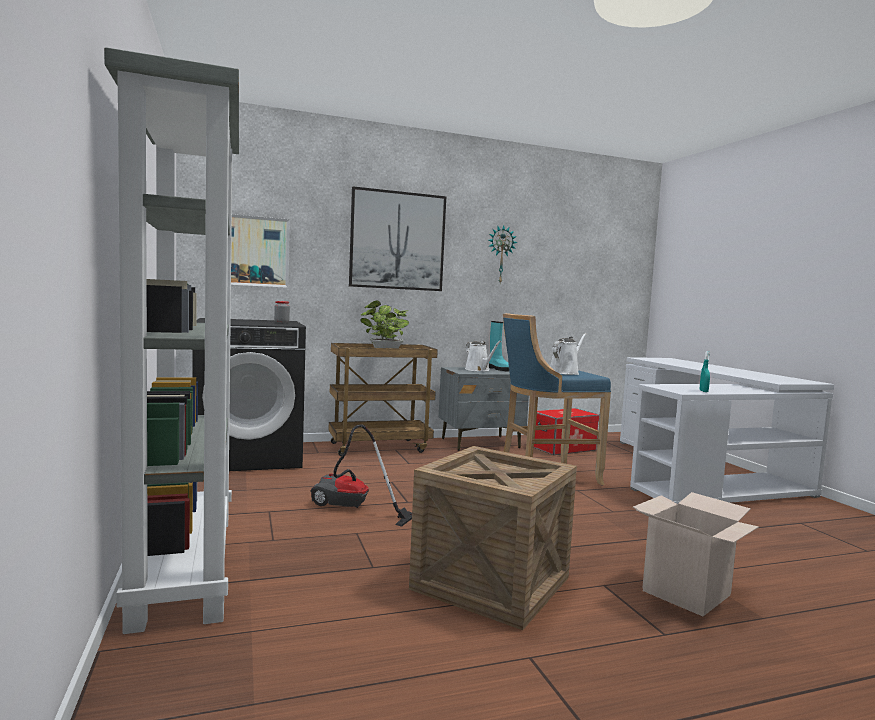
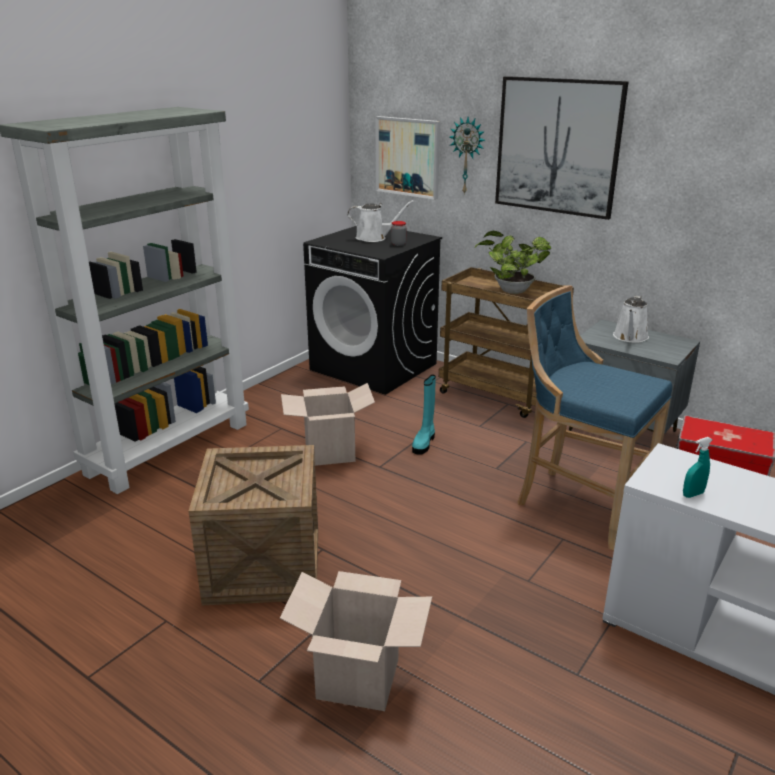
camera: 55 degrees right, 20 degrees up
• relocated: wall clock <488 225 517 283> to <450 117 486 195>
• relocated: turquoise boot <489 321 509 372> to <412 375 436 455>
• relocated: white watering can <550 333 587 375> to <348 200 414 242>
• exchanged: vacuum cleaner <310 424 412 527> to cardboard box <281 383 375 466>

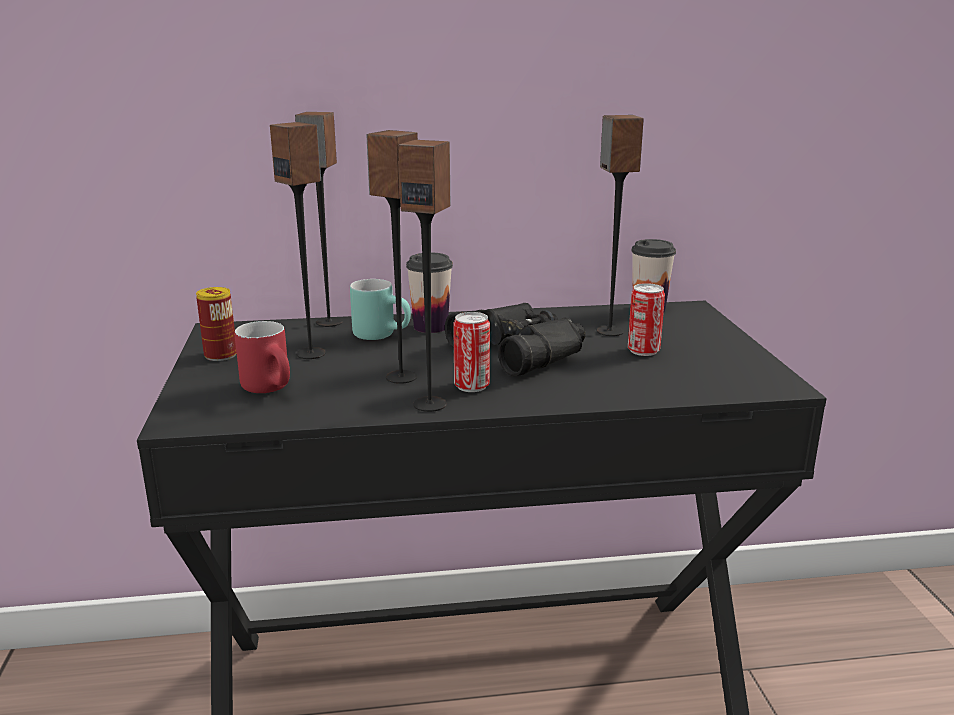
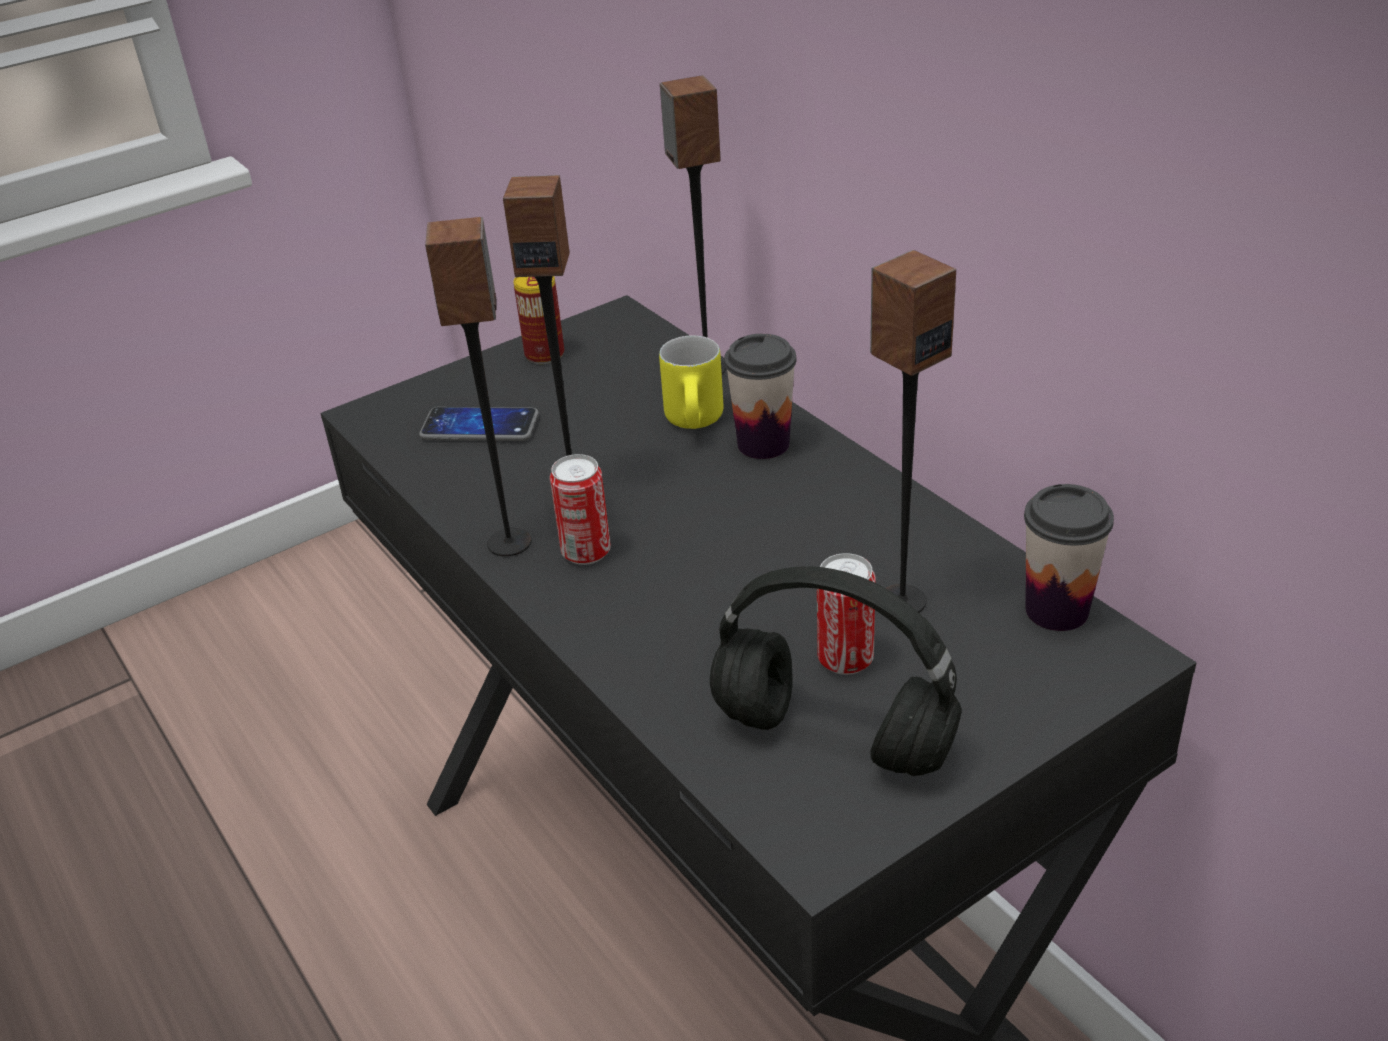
camera: 65 degrees right, 15 degrees up
• missing: speaker <270 122 326 359>
• colour: turquoise mug <350 279 411 340> to yellow mug <659 336 723 429>
• missing: black binoculars <445 303 585 377>
• exchanged: red mug <235 321 290 393> to phone <419 407 539 441>
• appeared: black headphones <710 566 962 776>

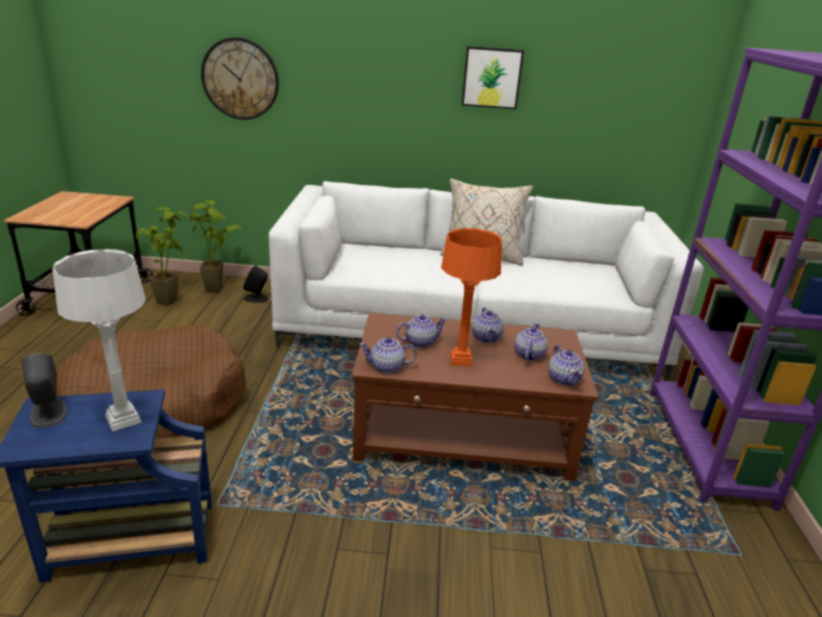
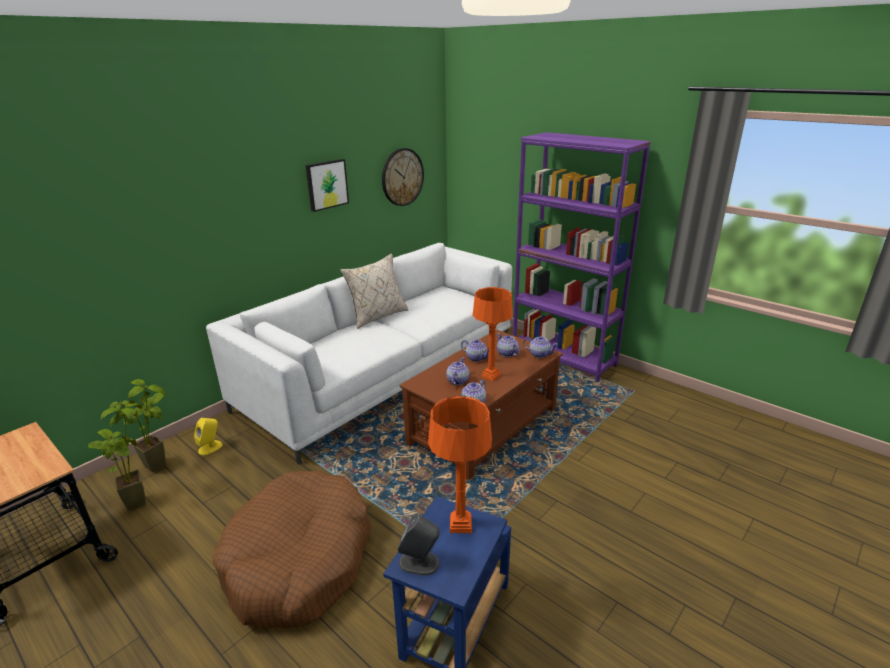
camera: 50 degrees left, 0 degrees up
• relocated: wall clock <201 37 279 120> to <382 148 424 206>
• colour: white table lamp <52 249 146 432> to orange table lamp <428 396 492 533>
• colour: black speaker <243 265 268 303> to yellow speaker <194 418 223 455>

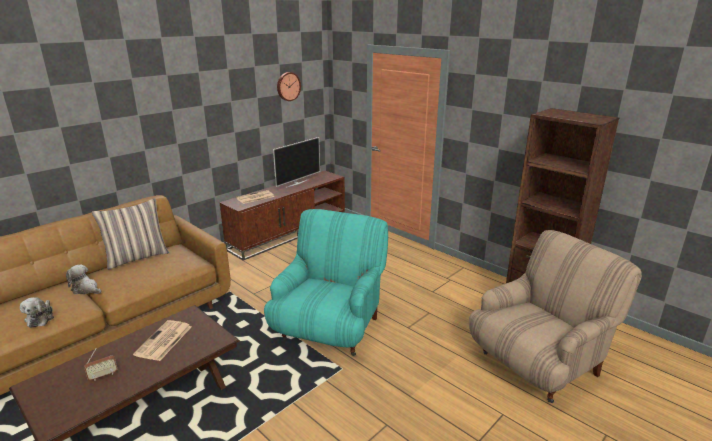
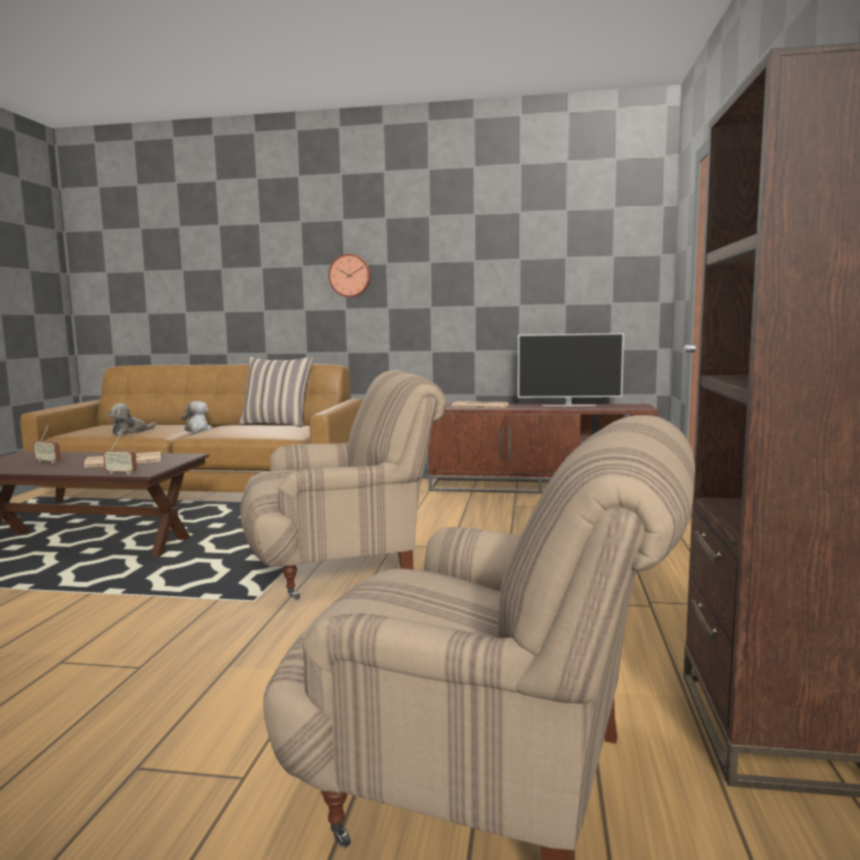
camera: 55 degrees right, 15 degrees down
• relocated: wall clock <277 72 301 101> to <328 254 371 298>
• colour: turquoise armchair <264 209 388 356> to beige armchair <240 370 446 600>
• appeared: radio <103 433 137 474>

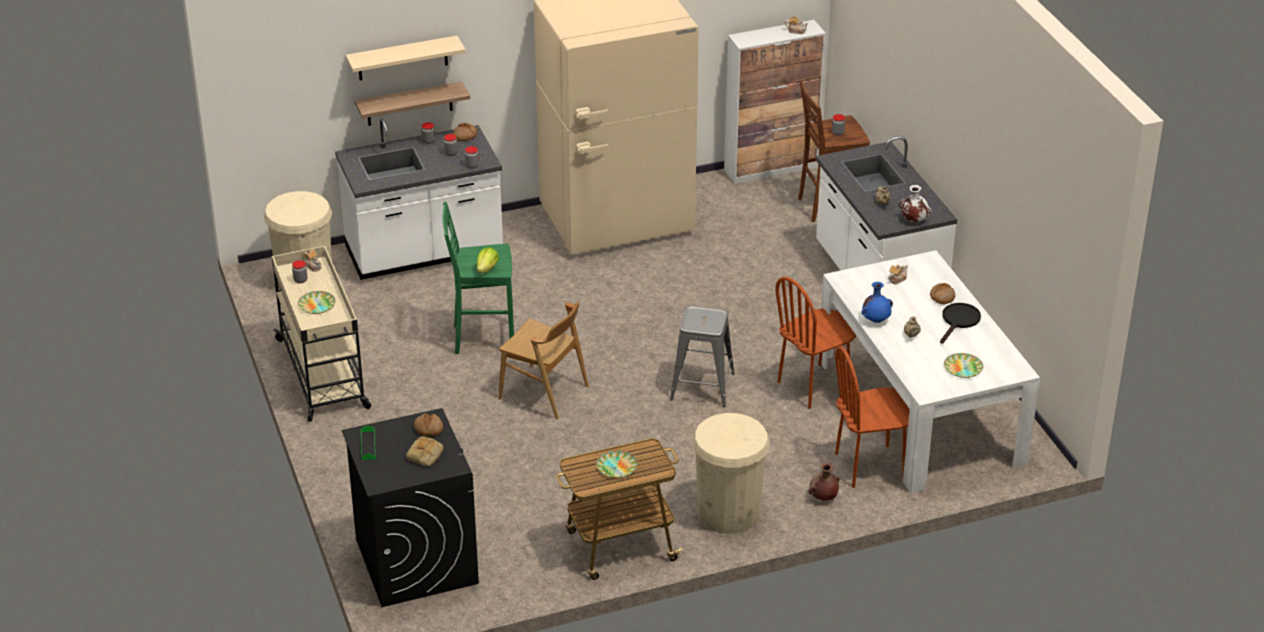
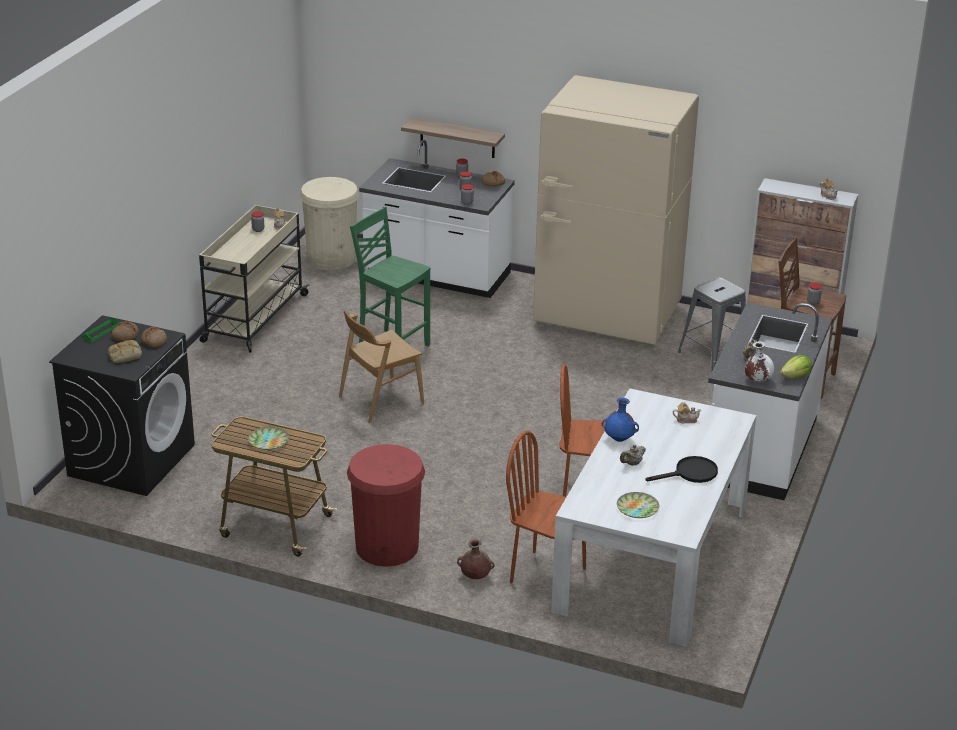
camera: 40 degrees right, 5 degrees down
• missing: beige shelf <346 36 466 81>
• relocated: lettuce <477 247 499 273> to <780 355 812 378>
• relocated: bread <930 283 955 304> to <112 321 139 341>
• missing: plate <298 291 336 314>
• spun: brown chair <499 303 589 419> = <339 311 424 423> 75 degrees clockwise
• relocated: grey stool <670 306 735 407> to <678 277 746 370>
• colour: beige trash can <692 413 770 534> to red trash can <347 444 425 567>

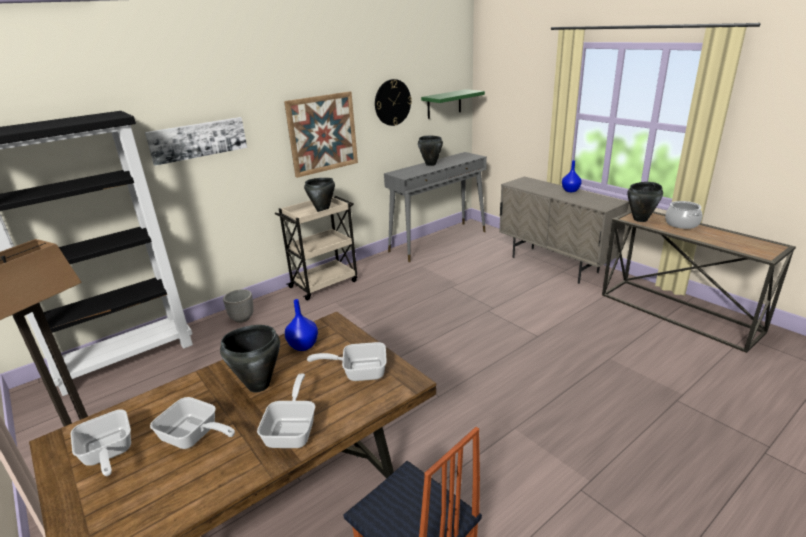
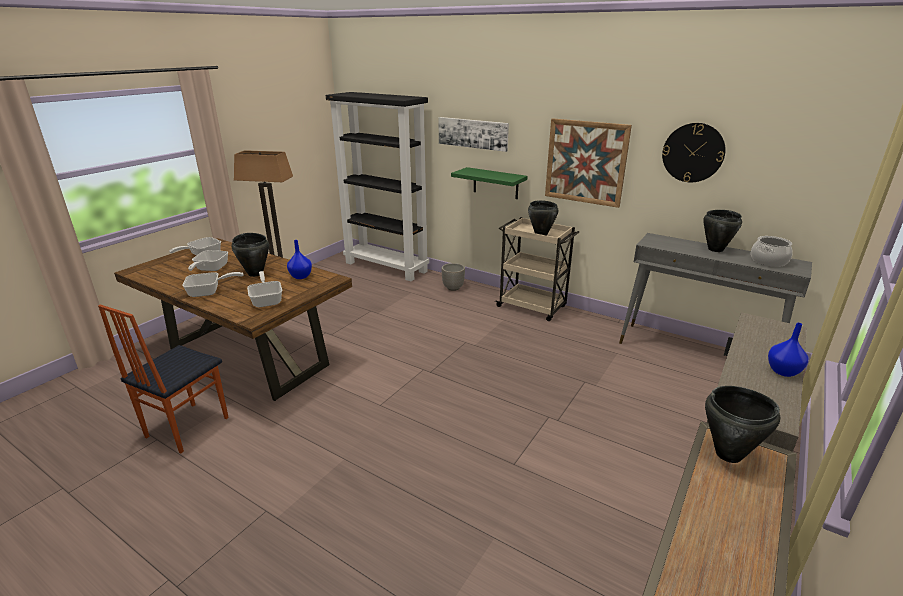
camera: 70 degrees right, 0 degrees up
• relocated: green shelf <421 89 485 119> to <451 167 527 199>
• relocated: cooking pot <665 201 702 229> to <751 236 793 267>

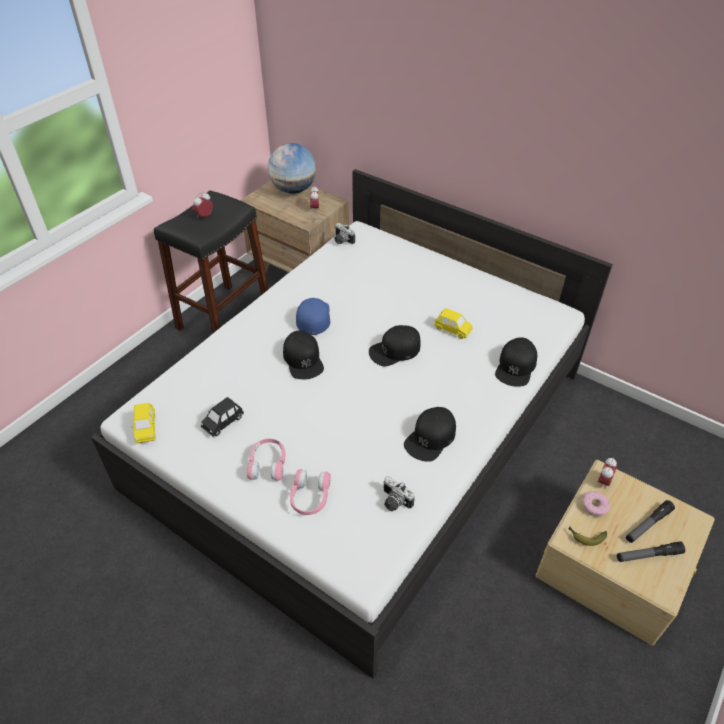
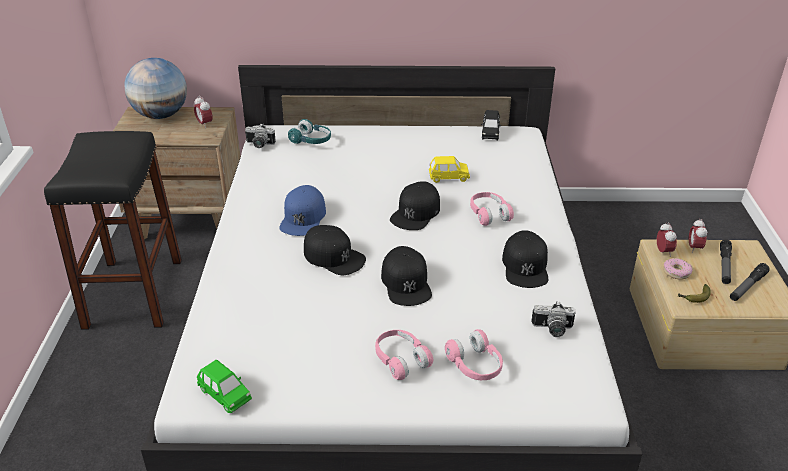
camera: 35 degrees left, 10 degrees down
• relocated: alarm clock <193 192 213 217> to <689 219 707 253>
• spun: blue cap <296 298 330 335> = <279 185 326 236> 135 degrees counterclockwise
• relocated: black cap <495 337 537 387> to <381 246 432 306>
• relocated: black toy car <201 397 244 437> to <481 110 501 140>
• colour: yellow toy car <131 403 156 444> to green toy car <197 360 252 413>
• appeared: turquoise headphones <288 119 331 144>
• appeared: pink headphones <470 192 514 226>

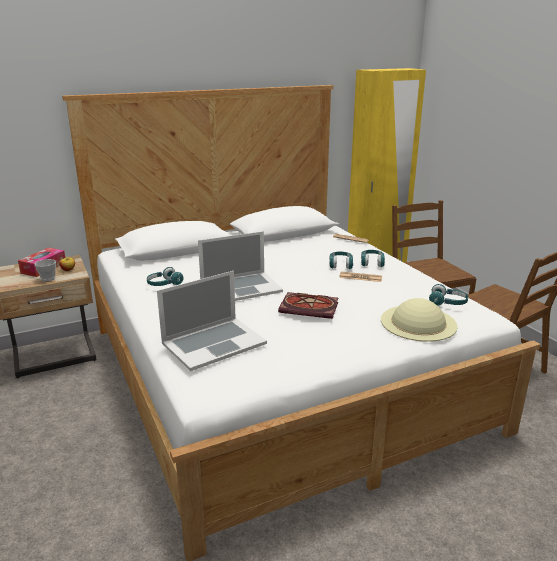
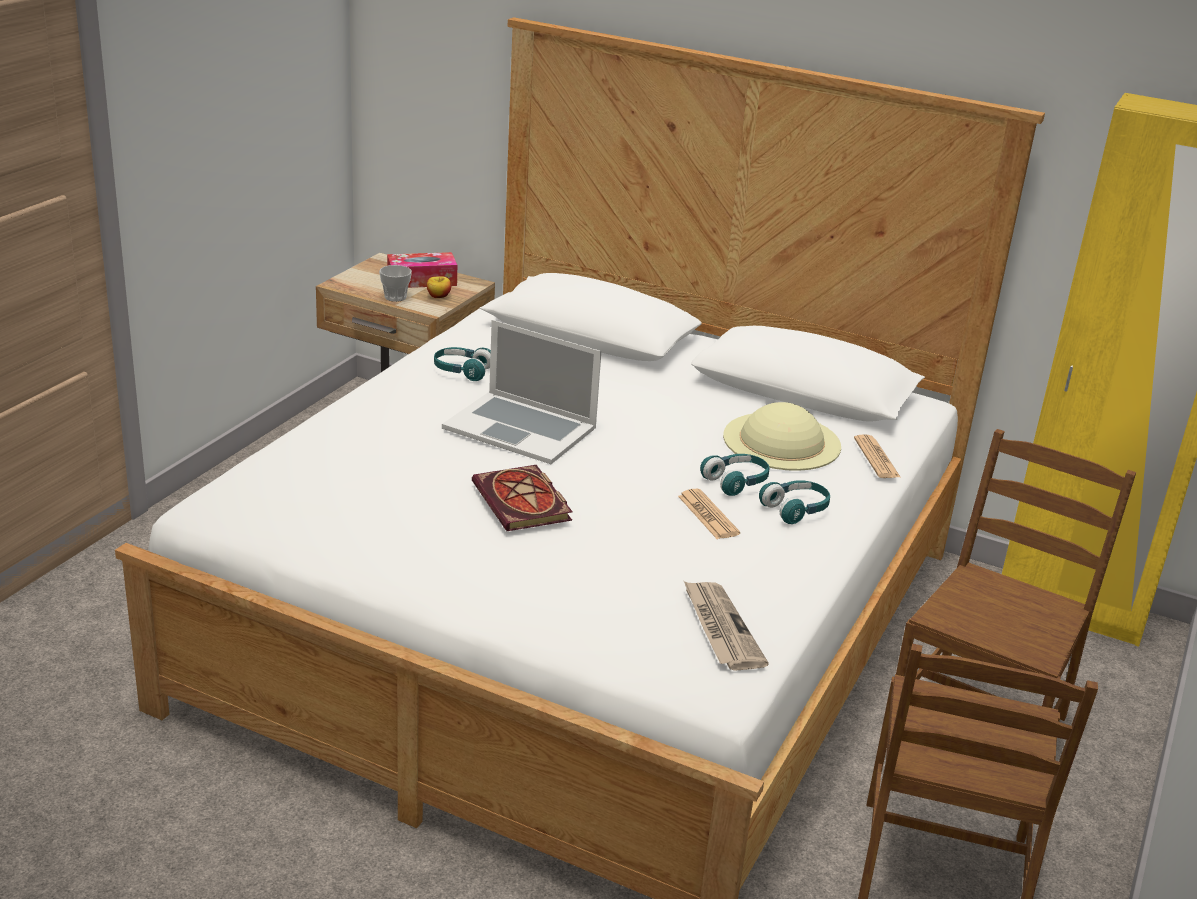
camera: 50 degrees right, 5 degrees up
• missing: laptop <157 271 267 371>
• exchanged: turquoise headphones <429 284 468 306> to newspaper <684 581 769 671>
• relocated: beige hat <381 298 458 342> to <723 402 841 471>

